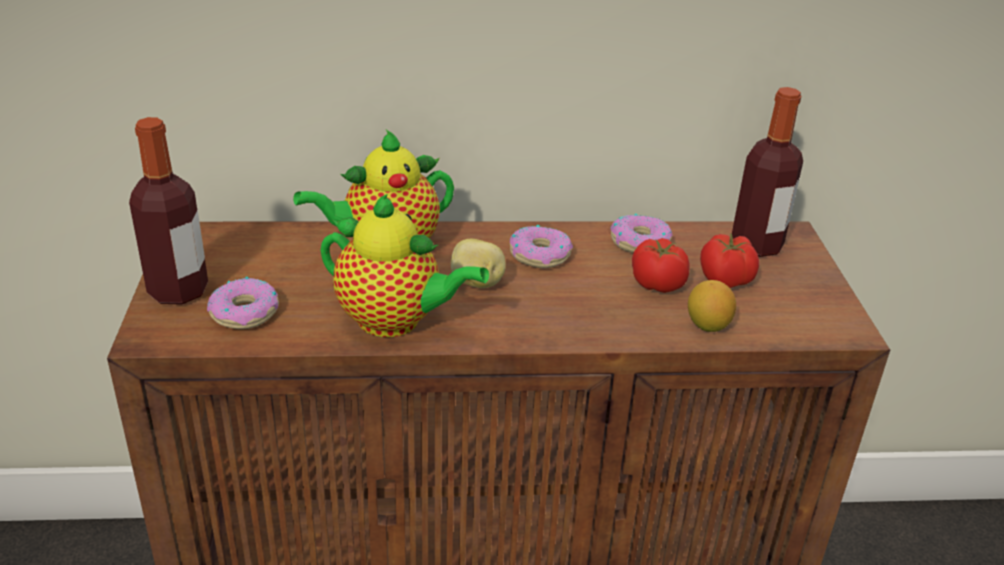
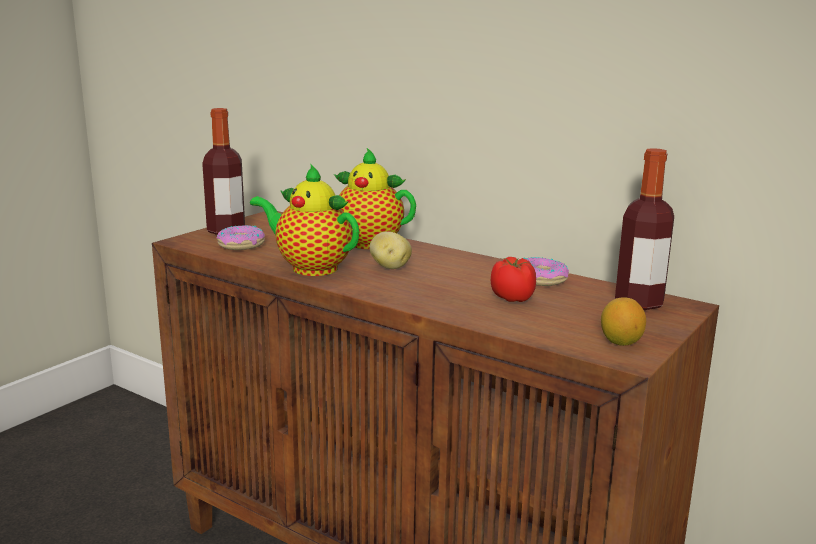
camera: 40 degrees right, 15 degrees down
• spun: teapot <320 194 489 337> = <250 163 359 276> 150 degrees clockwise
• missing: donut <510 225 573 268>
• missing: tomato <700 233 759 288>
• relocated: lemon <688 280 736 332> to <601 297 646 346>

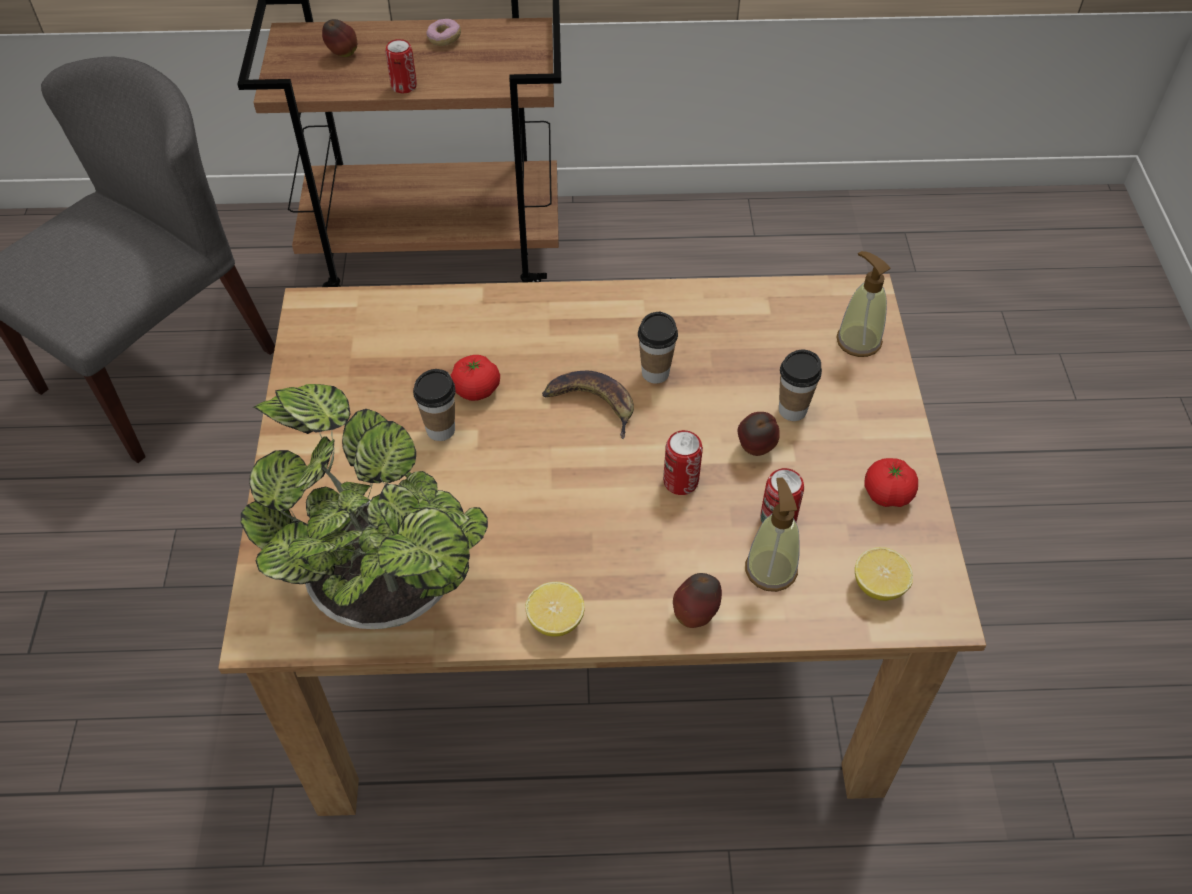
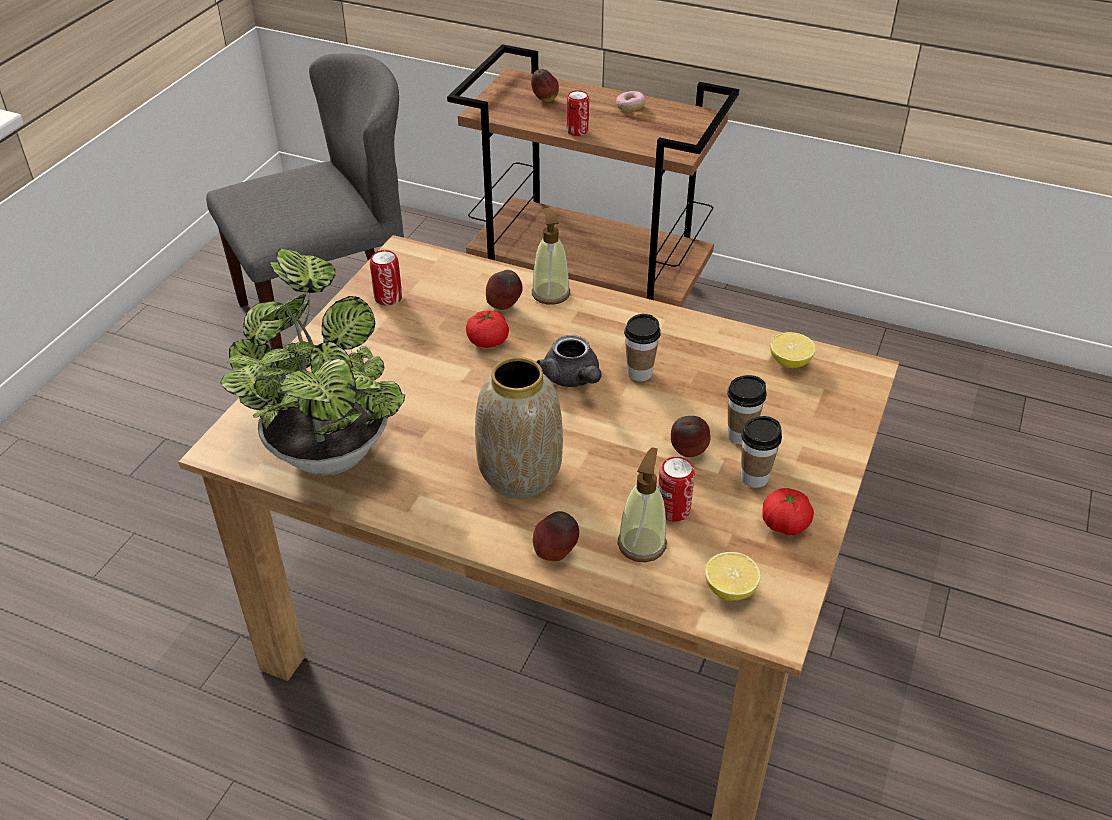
camera: 25 degrees right, 10 degrees down
• relocated: soap dispenser <836 251 891 357> to <532 208 570 305>
• relocated: cup <413 369 456 441> to <741 416 782 488>
• exchanged: banana <542 371 634 439> to grey teapot <537 335 602 387>
• relocated: can <663 430 703 495> to <370 250 402 306>
• relocated: lemon <525 582 585 637> to <770 332 816 368>
• appeared: apple <486 270 523 310>
• appeared: vase <475 357 563 498>

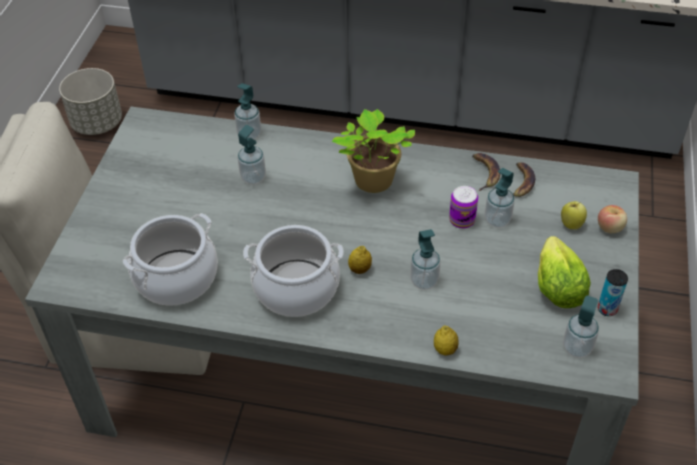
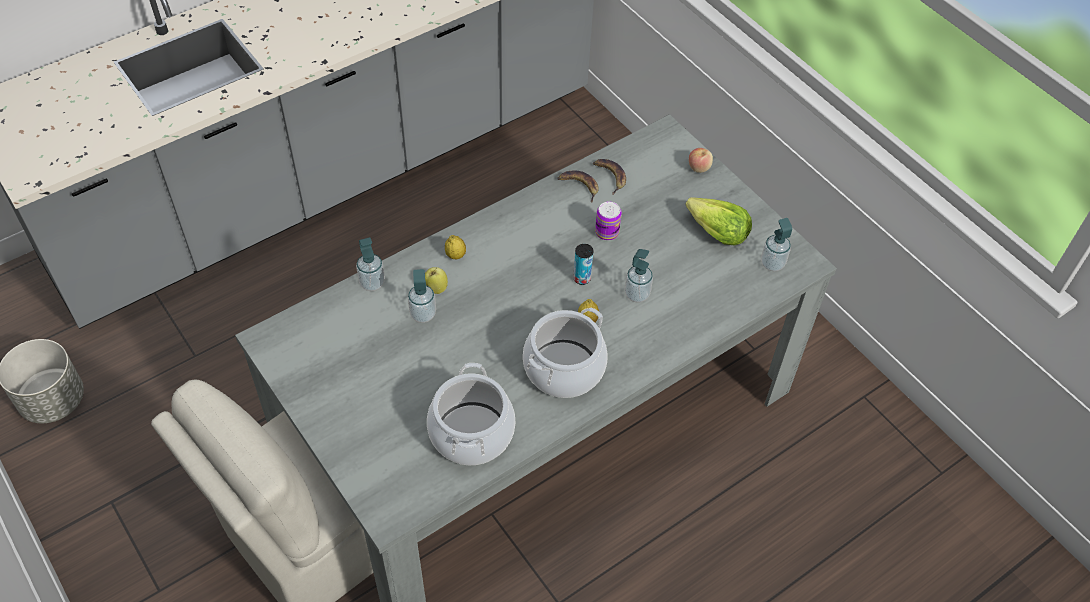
camera: 50 degrees left, 5 degrees up
• missing: potted plant <332 109 415 193>
• missing: soap dispenser <485 168 515 228>
• relocated: apple <561 201 587 230> to <425 267 448 294>
• relocated: can <598 269 628 316> to <573 244 593 285>
• relocated: lemon <434 326 459 355> to <445 235 466 259>

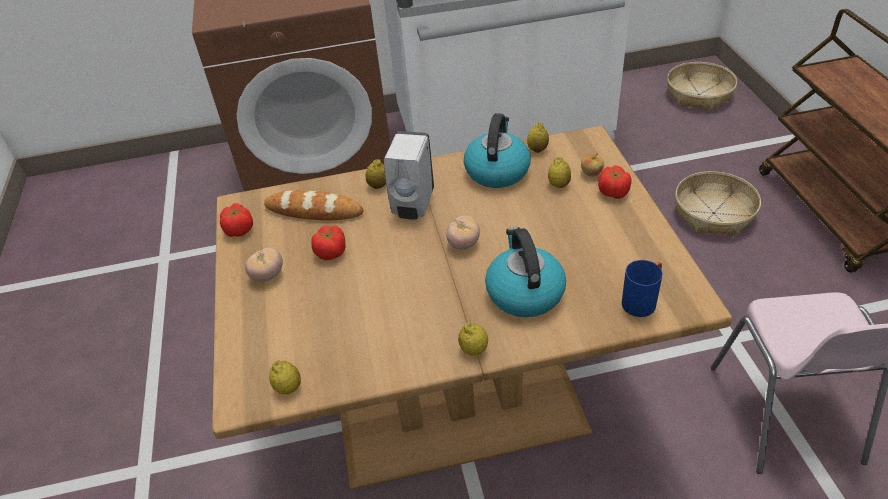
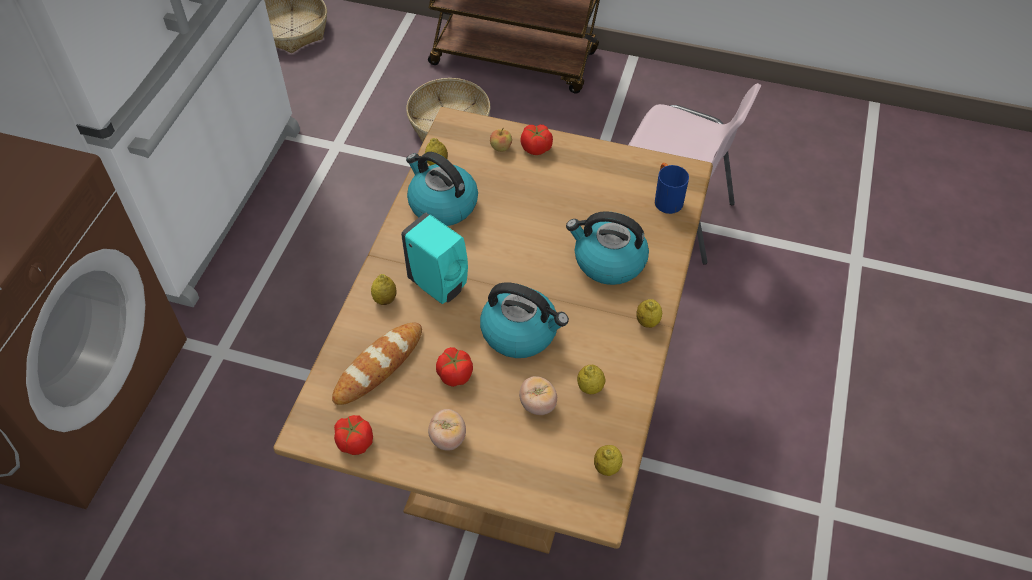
camera: 65 degrees left, 10 degrees up
• colour: white soap dispenser <384 131 434 220> to turquoise soap dispenser <401 213 468 304>
• relocated: lemon <548 157 571 188> to <577 365 605 394>
• relocated: tomato <446 216 480 250> to <519 376 557 415>
• appeared: kettle <480 283 569 358>

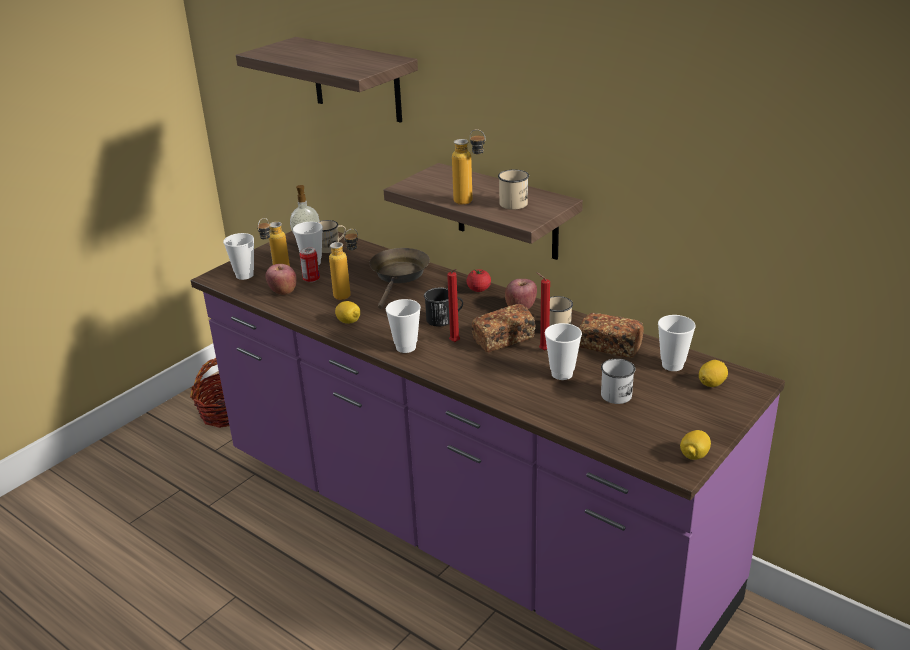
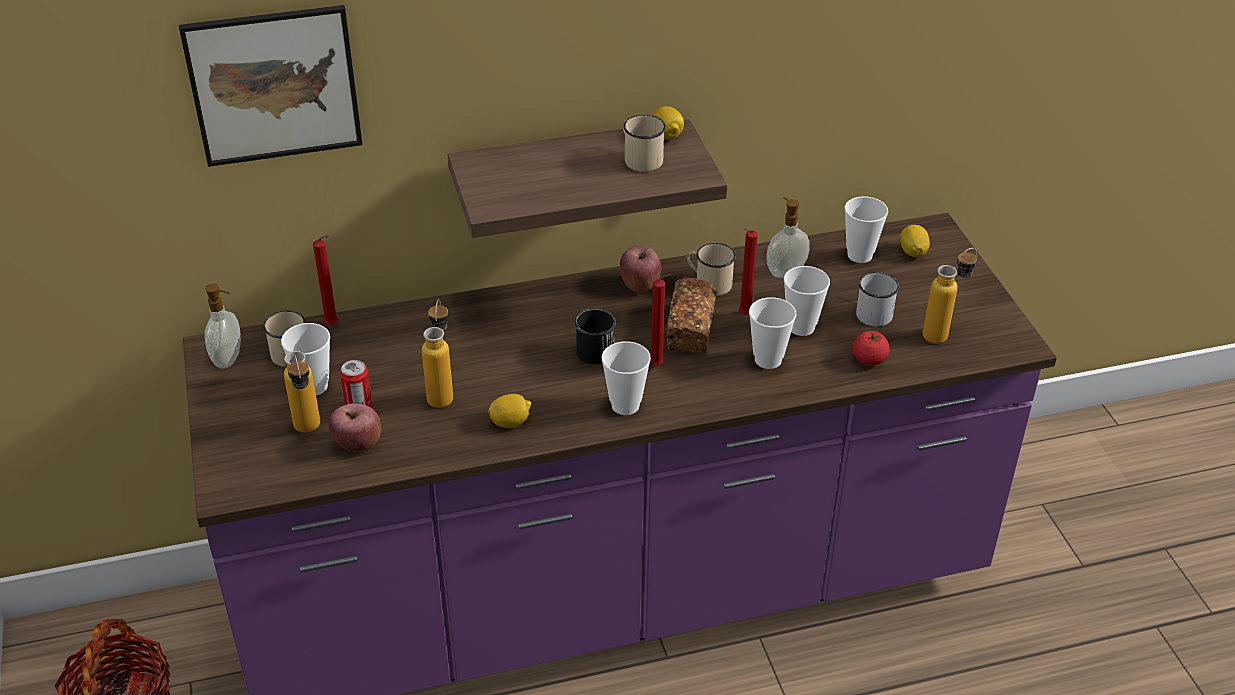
camera: 55 degrees left, 10 degrees up
• exchanged: shelf <236 37 418 123> to picture <179 5 363 167>
• relocated: bottle <452 129 485 205> to <923 248 977 344>
• relocated: cup <223 233 254 280> to <749 297 796 369>
• missing: brown frying pan <369 248 430 309>
• relocated: tomato <466 269 491 292> to <853 331 890 366>
• exchanged: bread <579 313 644 358> to soap dispenser <766 197 810 278>
• relocated: lemon <680 430 711 460> to <653 106 684 139>
• appeared: red candle <313 235 338 325>

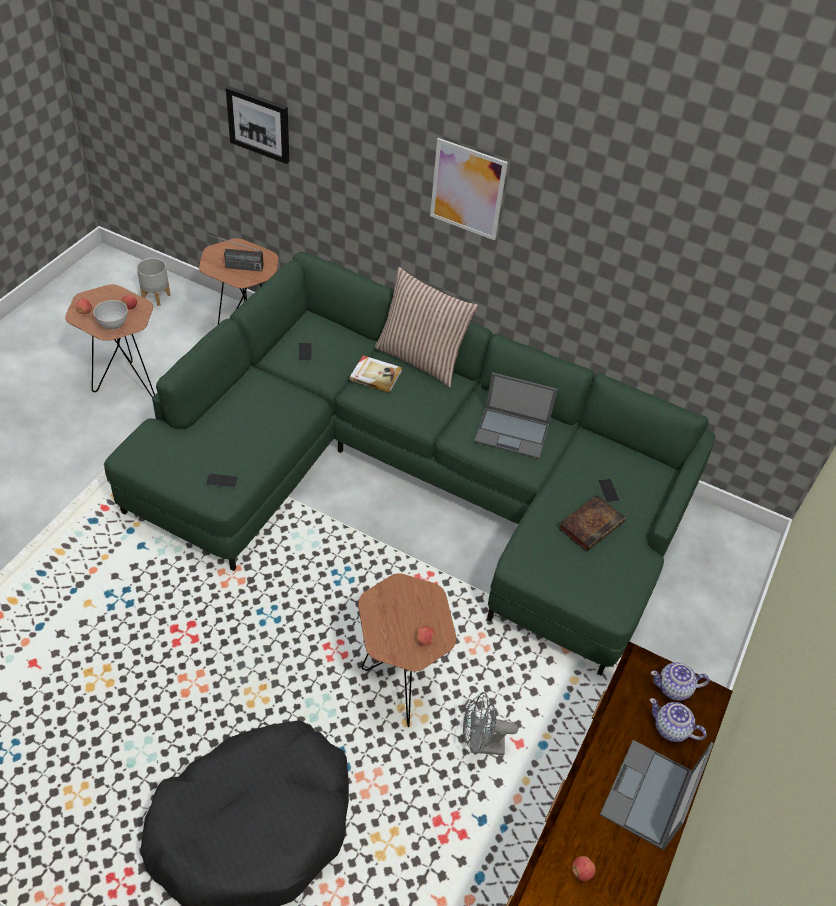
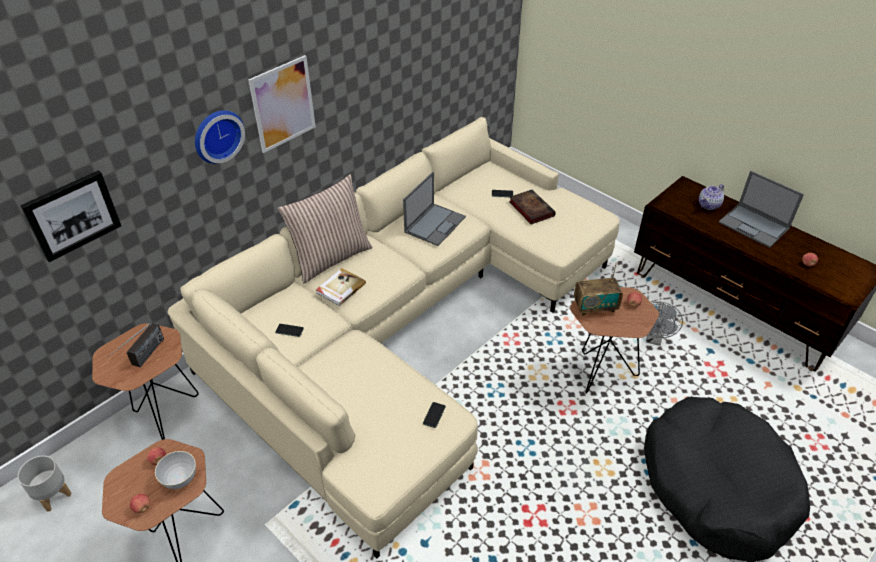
camera: 70 degrees left, 5 degrees down
• colour: green sofa <104 252 716 676> to beige sofa <167 117 620 559>
• missing: teapot <651 662 710 701>
• appeared: wall clock <195 110 245 164>
• appeared: radio <574 263 623 316>

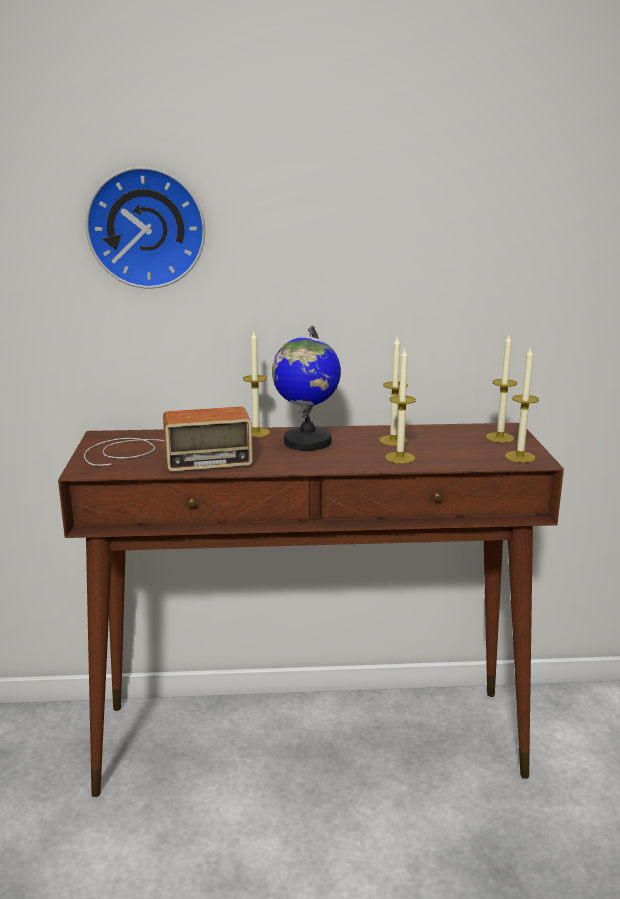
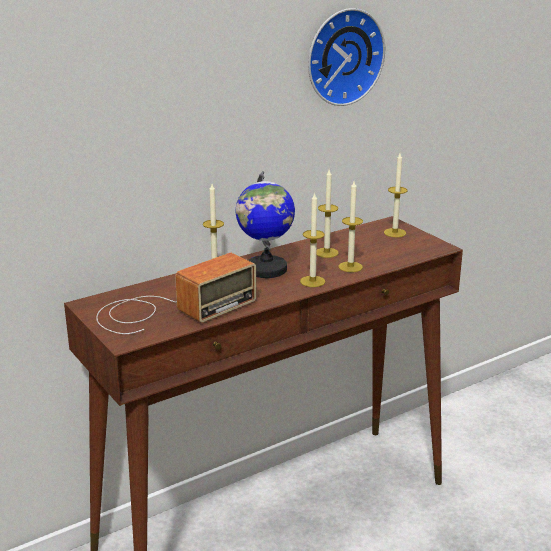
camera: 30 degrees left, 5 degrees up
• relocated: wall clock <85 167 205 289> to <308 8 385 106>
• relocated: candle <505 347 539 463> to <300 192 325 287>

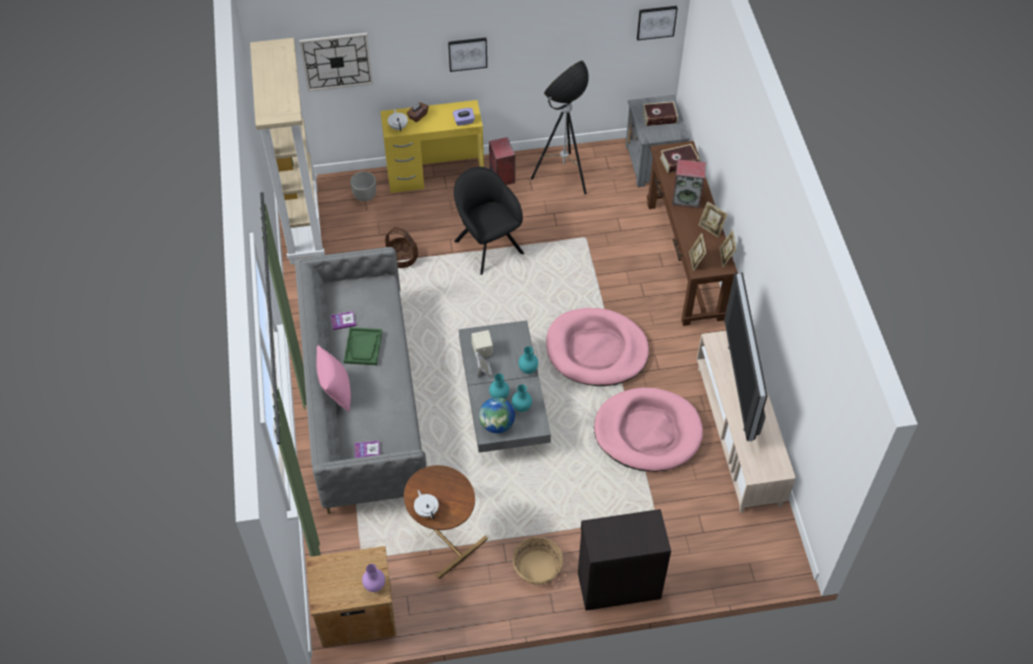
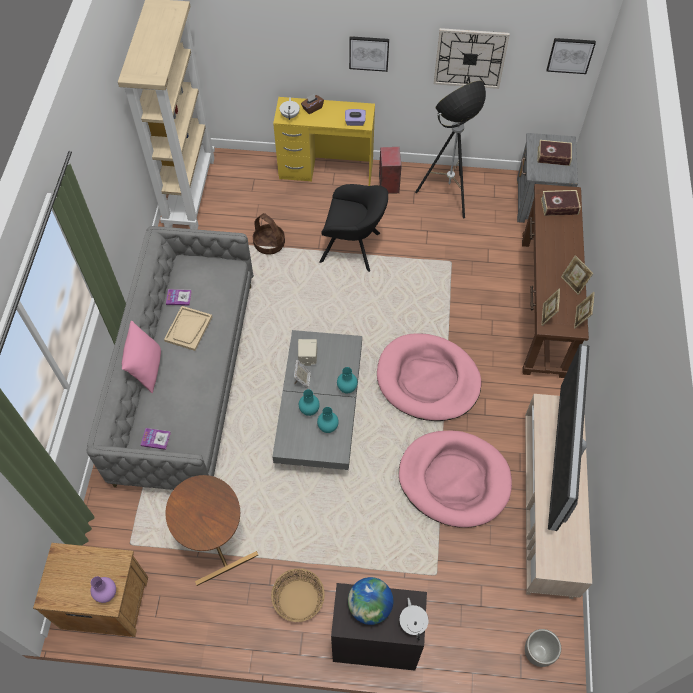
camera: 15 degrees right, 5 degrees up
• relocated: wall clock <299 33 373 92> to <434 28 510 89>
• missing: speaker <672 159 706 208>
• spun: black armchair <454 167 524 275> = <319 184 388 272> 120 degrees clockwise
• relocated: planter <350 171 376 201> to <525 629 561 667>
• colour: green tray <344 327 382 365> to beige tray <164 306 212 351>
• relocated: globe <479 397 515 433> to <348 577 393 625>
• relocated: white teapot <414 490 439 520> to <400 598 429 641>

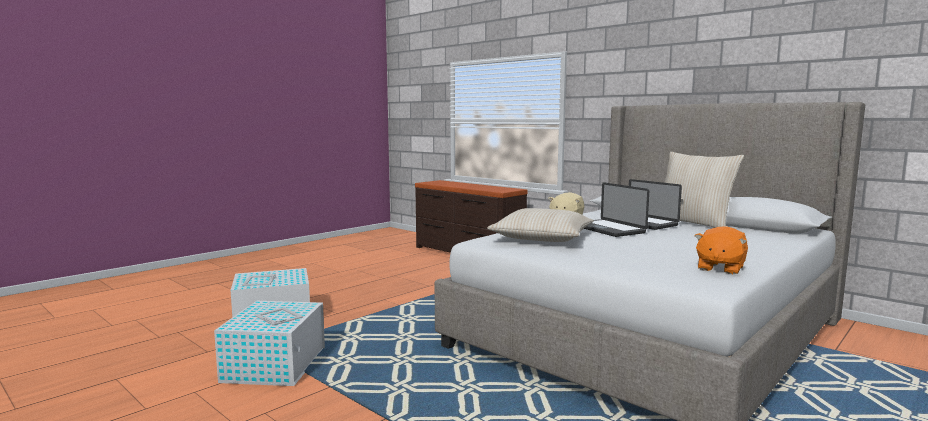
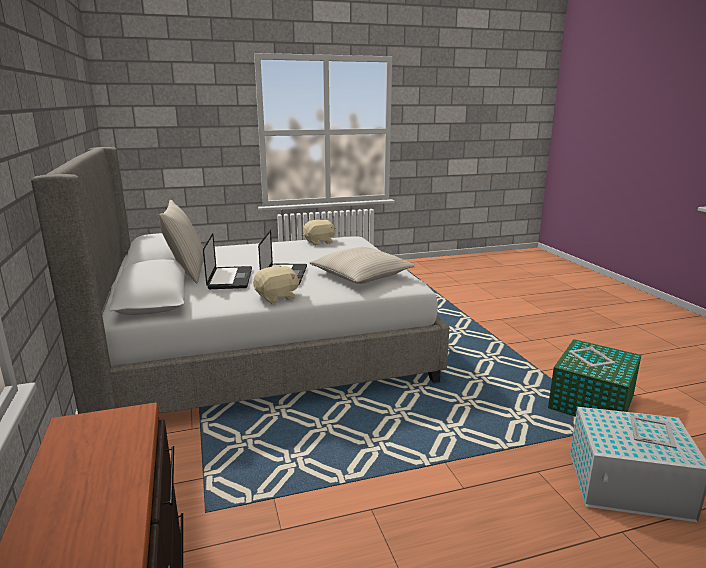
camera: 150 degrees left, 10 degrees up
• colour: orange plush toy <694 226 748 274> to beige plush toy <303 220 336 245>
• colour: white storage box <214 301 325 386> to green storage box <548 339 641 417>

